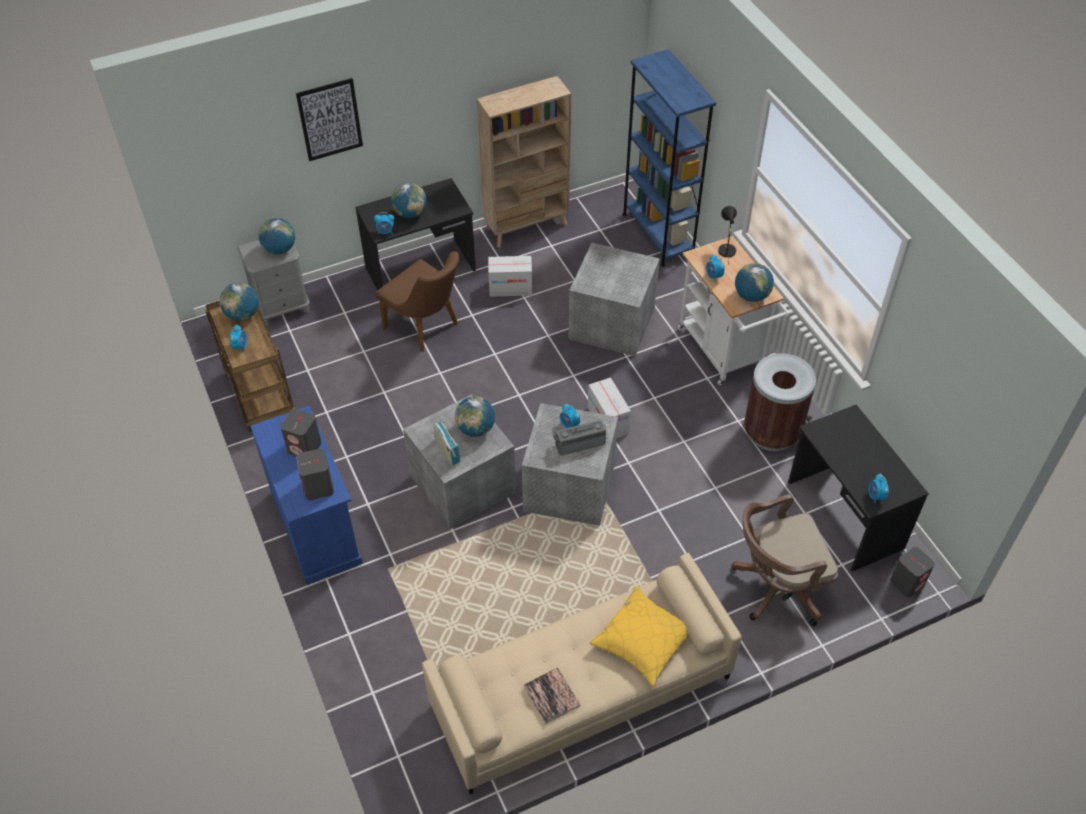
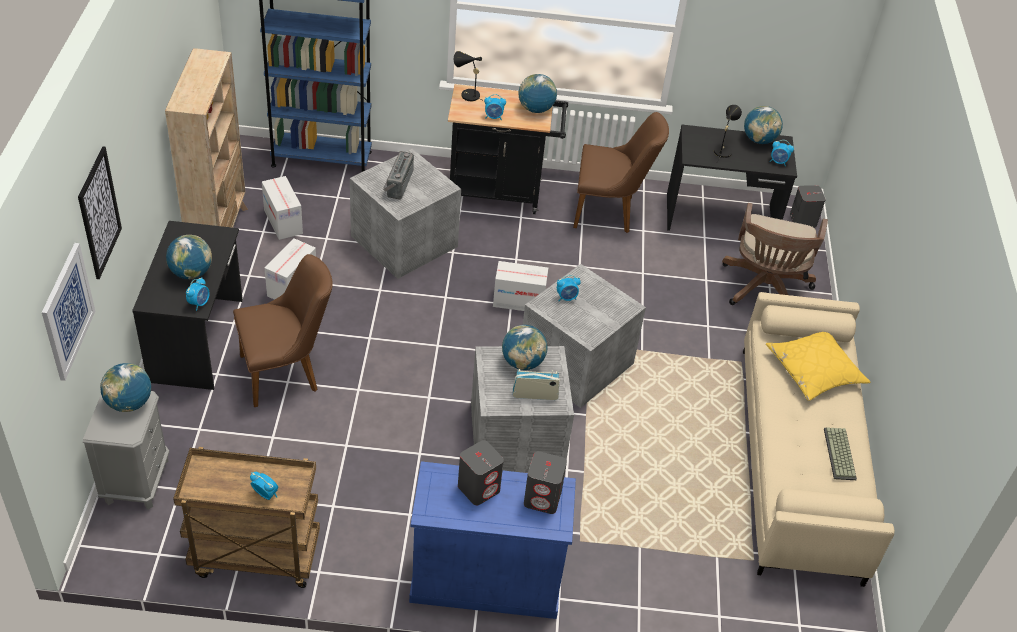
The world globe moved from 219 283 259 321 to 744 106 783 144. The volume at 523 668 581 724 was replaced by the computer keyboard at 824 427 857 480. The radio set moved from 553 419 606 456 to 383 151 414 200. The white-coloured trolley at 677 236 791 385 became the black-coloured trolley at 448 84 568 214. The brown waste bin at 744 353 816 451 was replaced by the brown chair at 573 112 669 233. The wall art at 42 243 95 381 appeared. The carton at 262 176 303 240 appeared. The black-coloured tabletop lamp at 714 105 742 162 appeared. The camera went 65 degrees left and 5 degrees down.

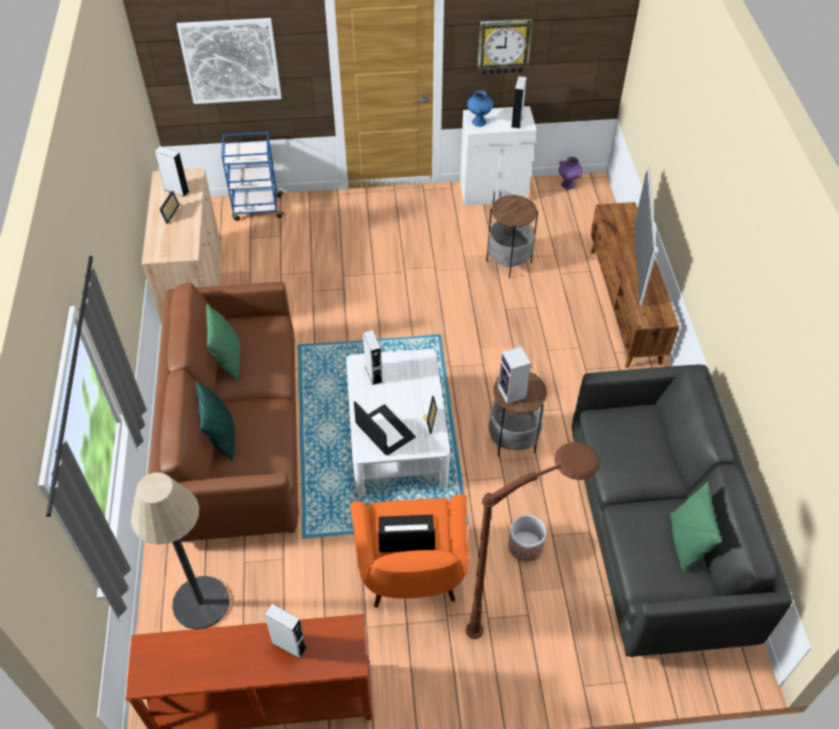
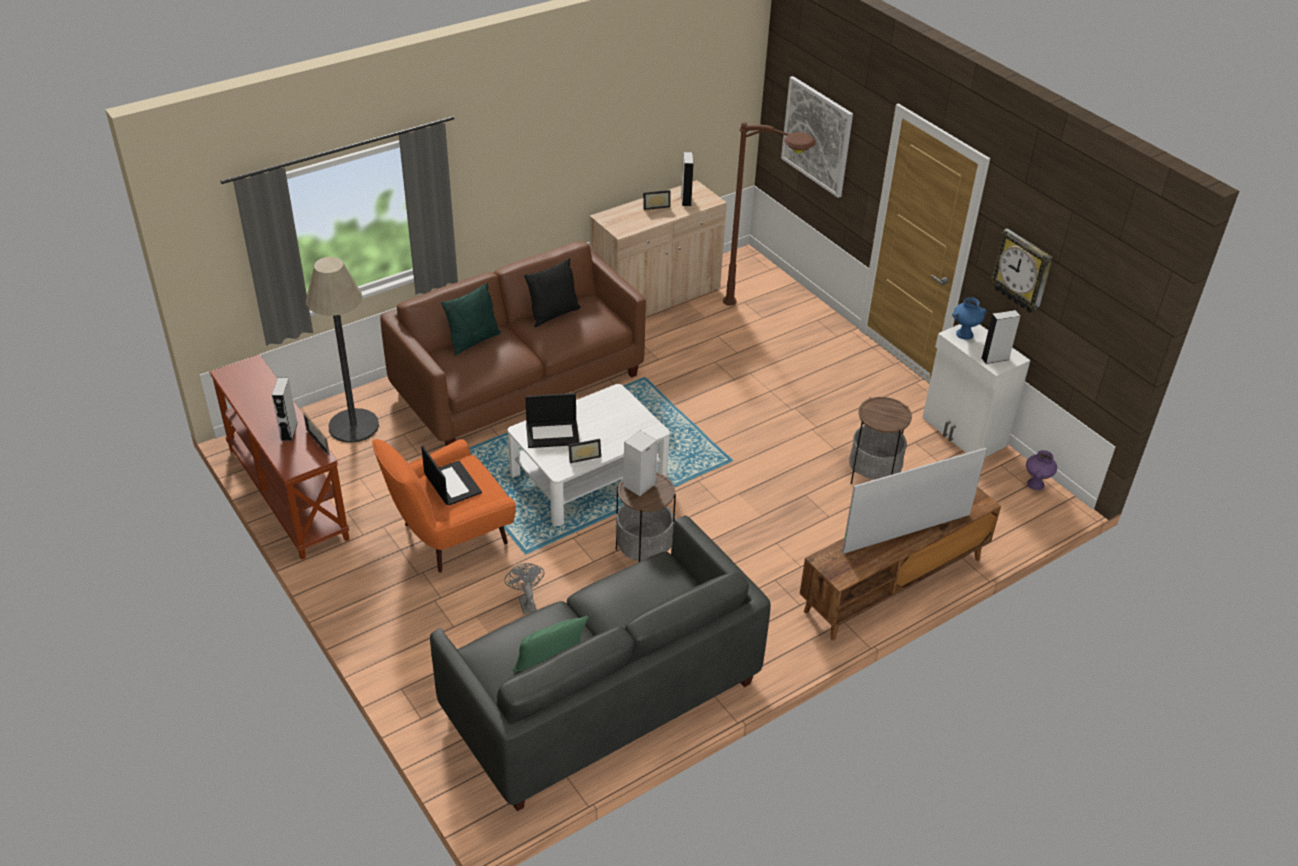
The greenish cushion at 206 303 241 381 became the black-coloured cushion at 524 258 581 327. The bluish trolley at 222 132 284 221 disappeared. The notebook computer at 354 401 416 456 turned 60 degrees clockwise. The greyish audio speaker at 363 330 383 385 disappeared. The brown floor lamp moved from 466 442 600 639 to 723 122 816 306. The plant pot at 508 515 546 562 was replaced by the greyish fan at 504 563 544 614. The picture frame at 303 413 330 456 appeared. The camera went 60 degrees right and 10 degrees down.

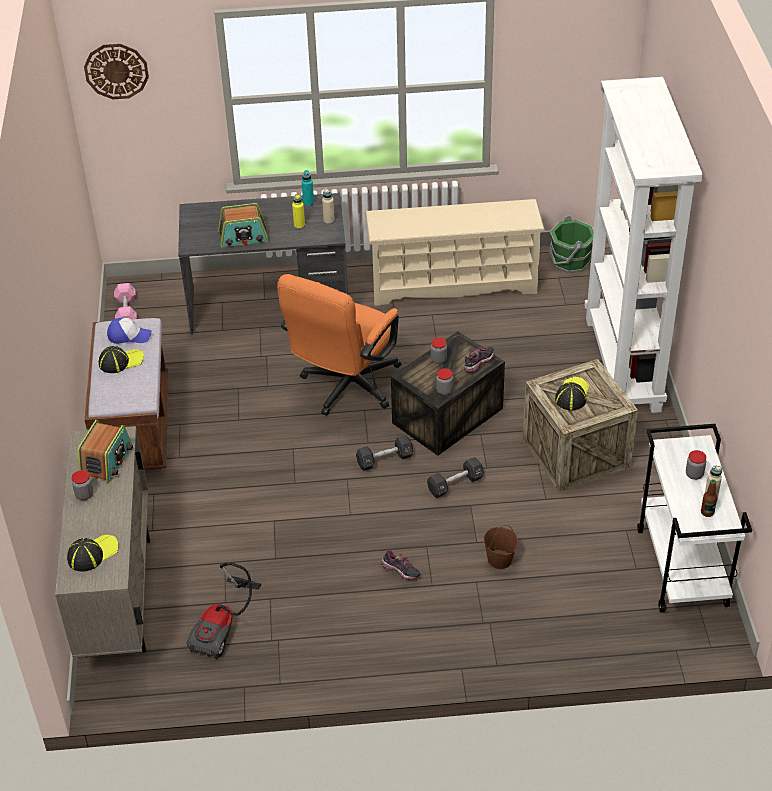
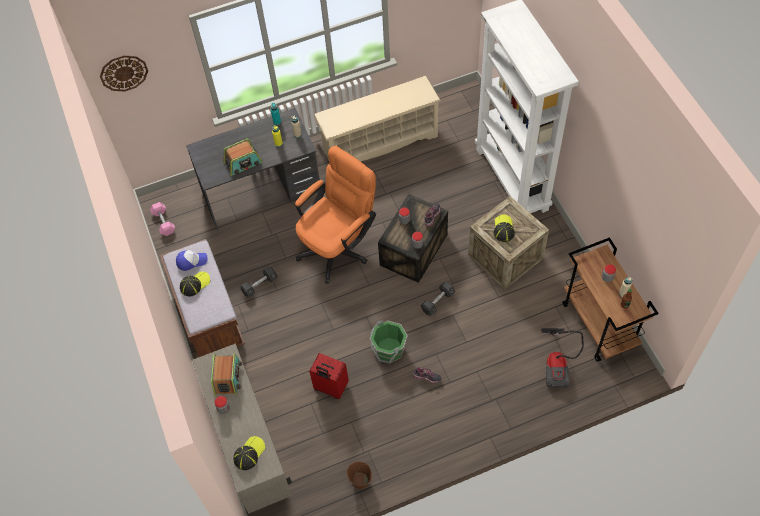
The vacuum cleaner moved from 186 562 261 659 to 541 328 584 388. The orange computer chair at 277 274 402 416 turned 150 degrees counterclockwise. The black-coloured hand weight moved from 356 435 413 471 to 240 267 277 298. The brown water bucket moved from 483 525 518 569 to 347 462 372 489. The greenish water bucket moved from 549 215 594 273 to 370 320 408 363. The white-coloured trolley at 637 424 752 613 became the brown trolley at 562 237 659 362. The reddish piece of luggage at 309 353 349 399 appeared. The camera went 15 degrees left and 15 degrees up.

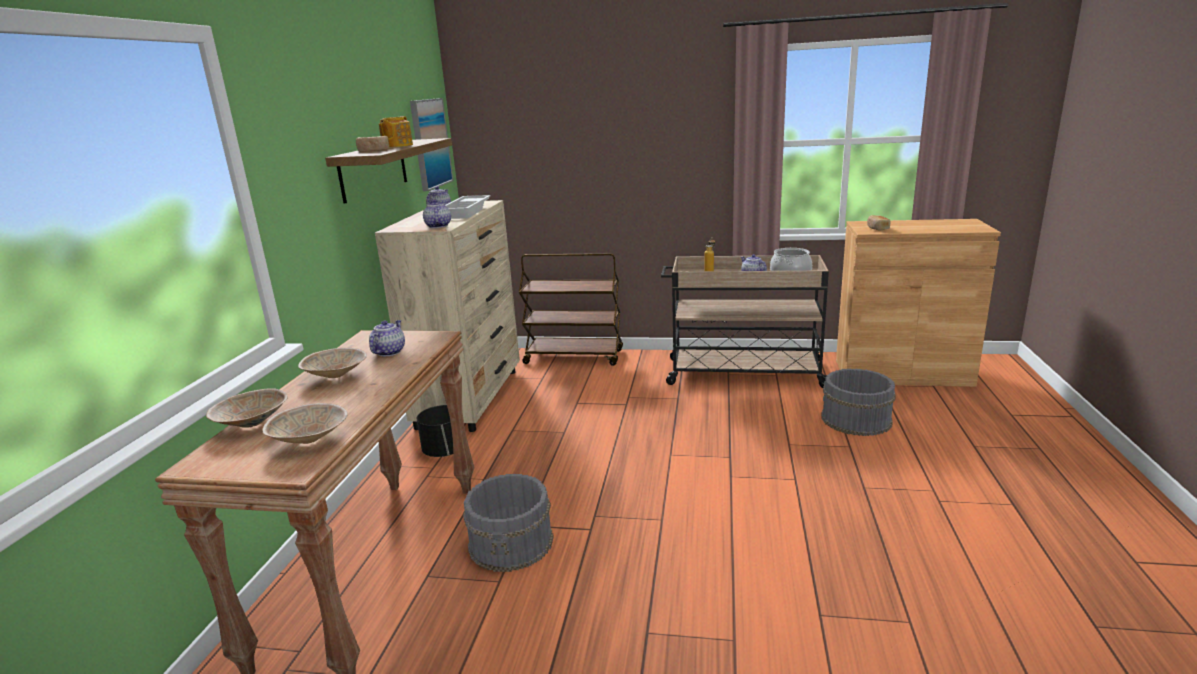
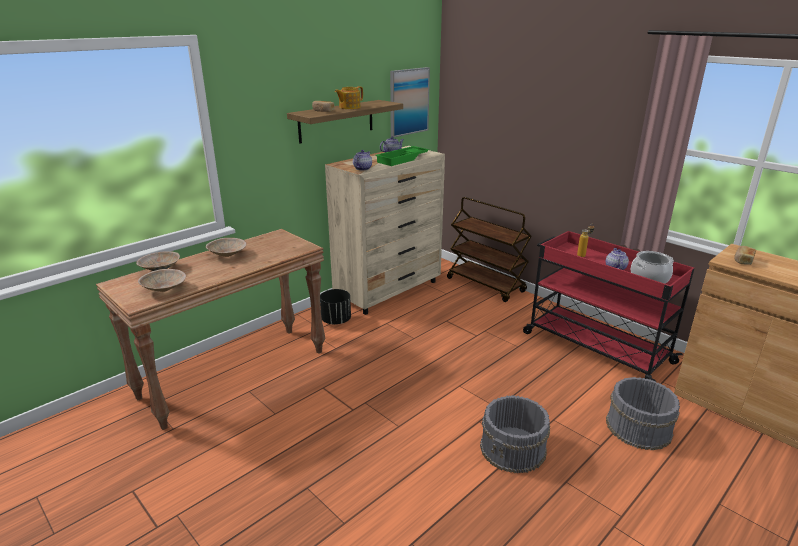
The pot for tea at 369 320 405 356 disappeared. The white-coloured tray at 445 195 491 219 became the greenish tray at 375 146 429 166. The greyish water bucket moved from 463 474 554 572 to 480 395 550 473. The beige-coloured trolley at 661 255 829 388 became the reddish trolley at 523 231 695 382. The camera went 35 degrees right and 5 degrees up.

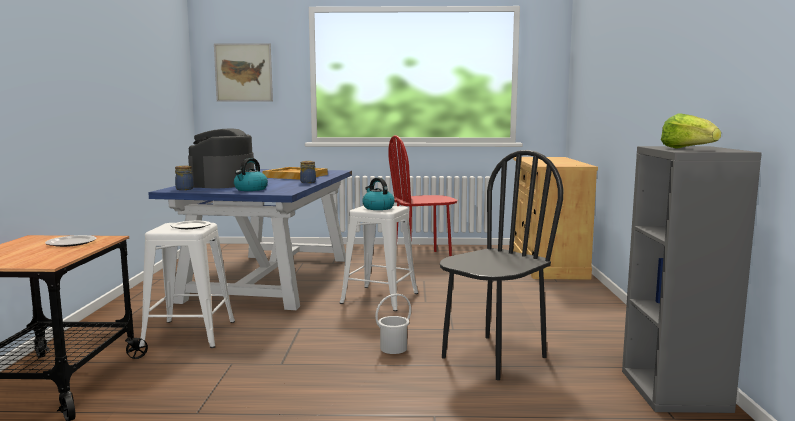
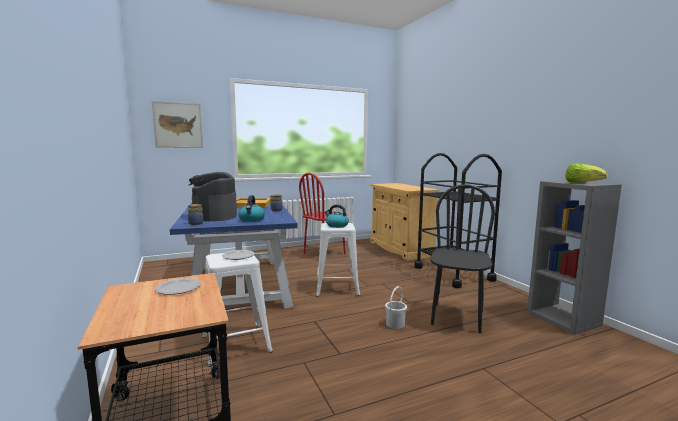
The black-coloured trolley at 415 153 502 288 appeared. The camera went 25 degrees left and 0 degrees up.

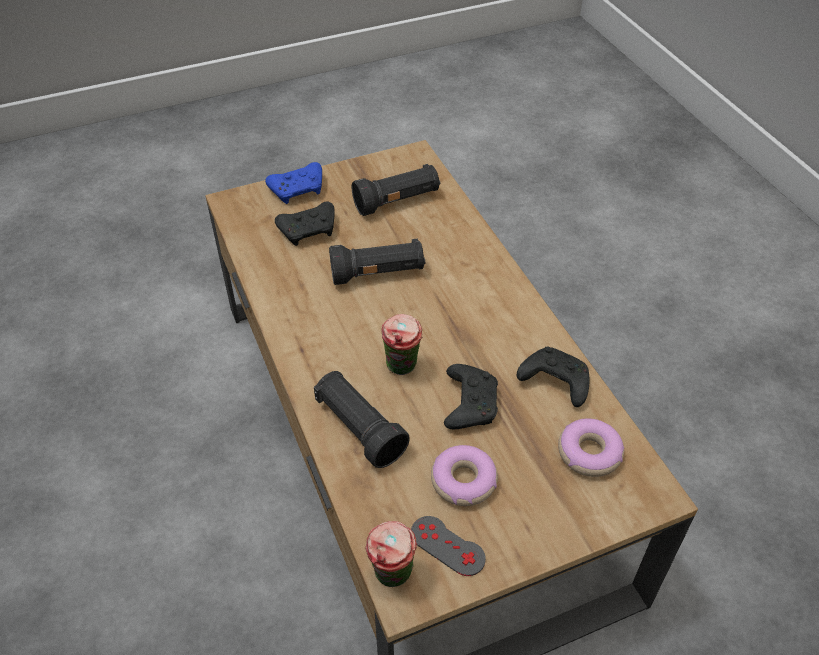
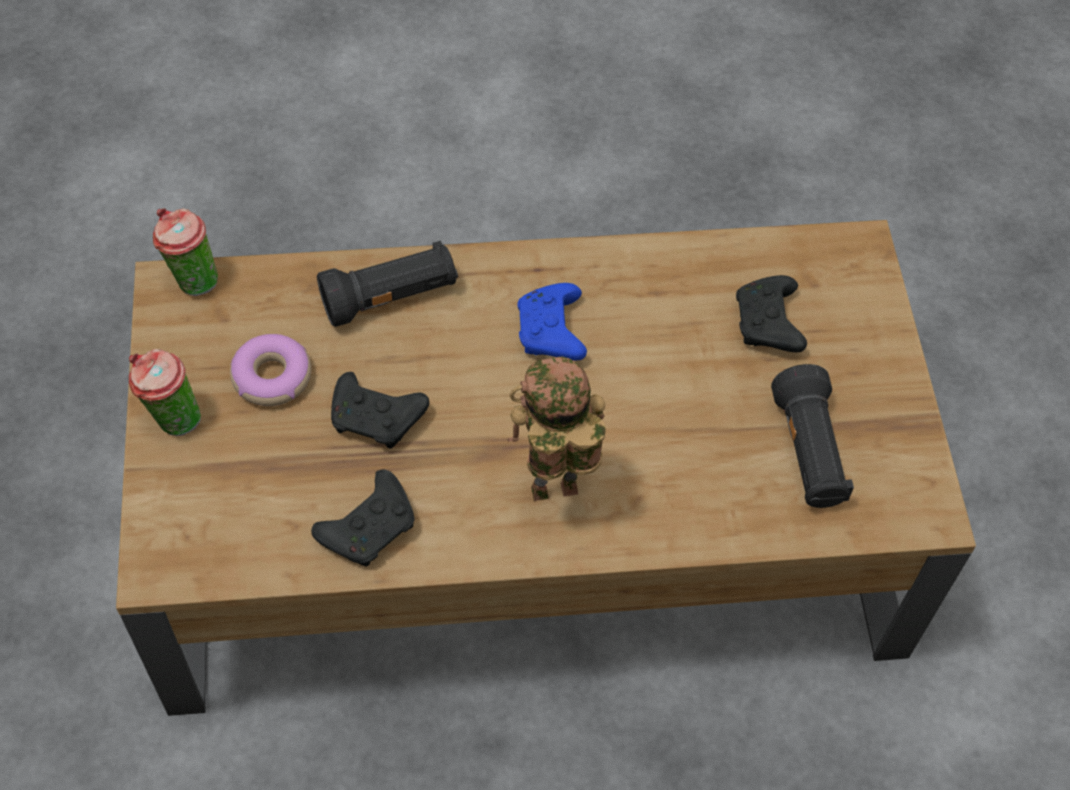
The bluish game controller moved from 265 162 322 204 to 518 283 587 360. The black-coloured torch at 329 239 425 285 disappeared. The cup moved from 381 314 422 375 to 129 349 201 436. The greyish game controller at 411 516 486 576 disappeared. The doughnut at 558 419 624 477 disappeared. The toy robot at 508 357 606 501 appeared. The camera went 105 degrees right and 10 degrees up.

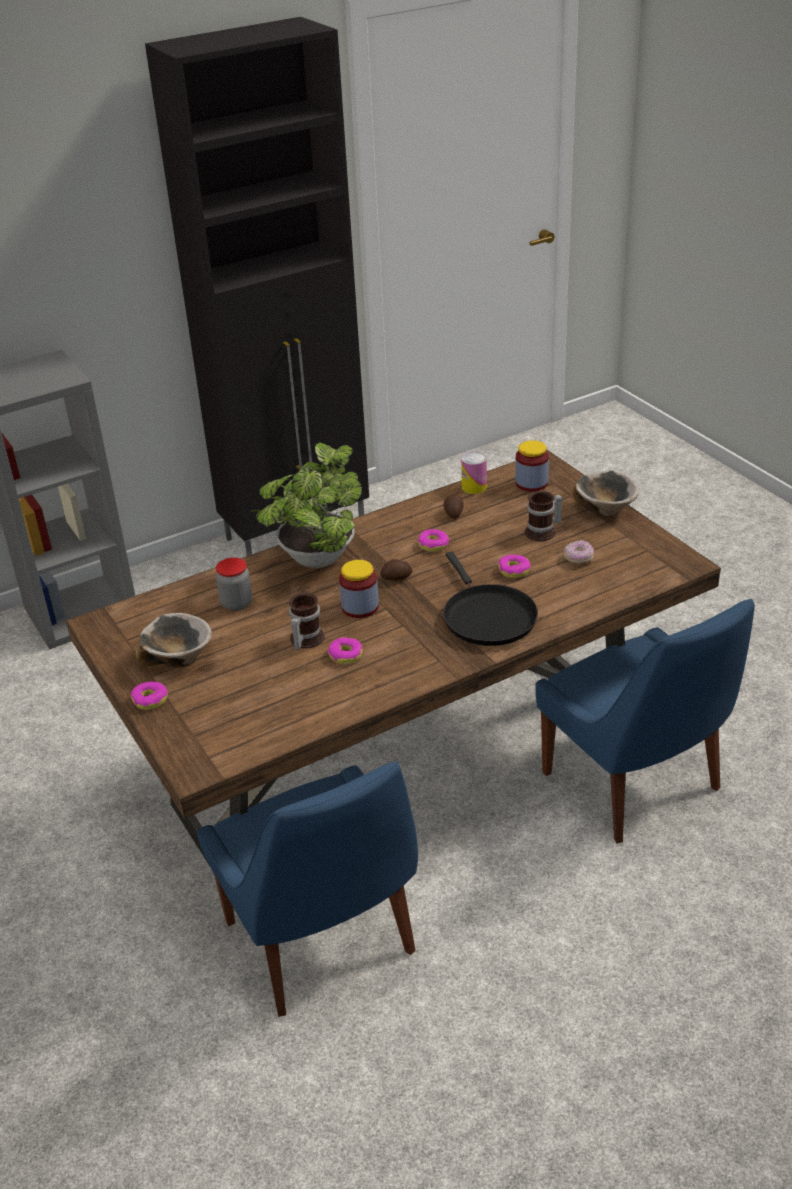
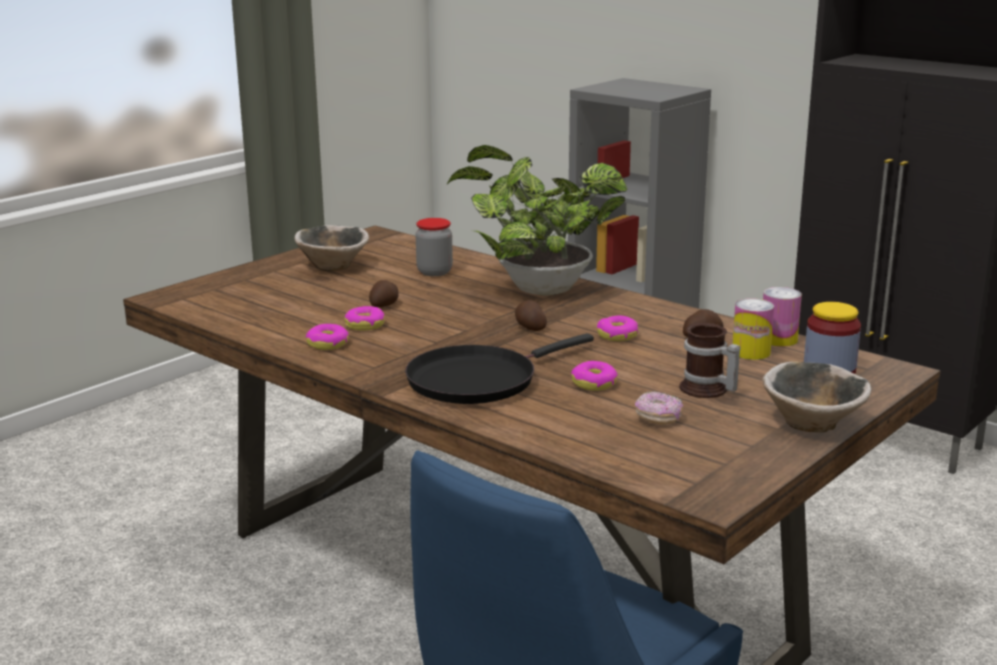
The doughnut moved from 131 682 168 710 to 306 324 349 350. The bluish chair at 197 761 418 1017 disappeared. The coffee mug at 289 593 325 650 was replaced by the potato at 369 280 399 308. The storage jar at 339 560 379 618 disappeared. The can at 732 298 774 360 appeared. The camera went 70 degrees right and 15 degrees down.

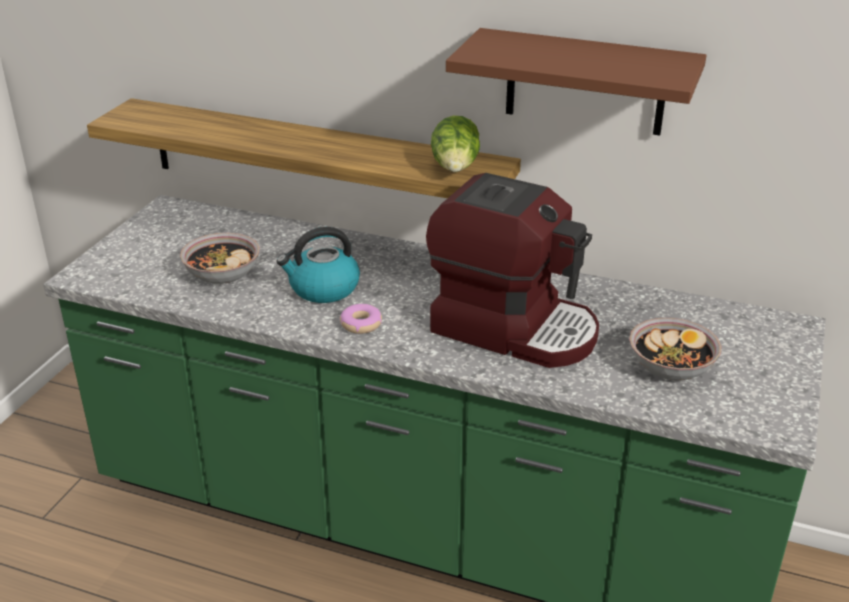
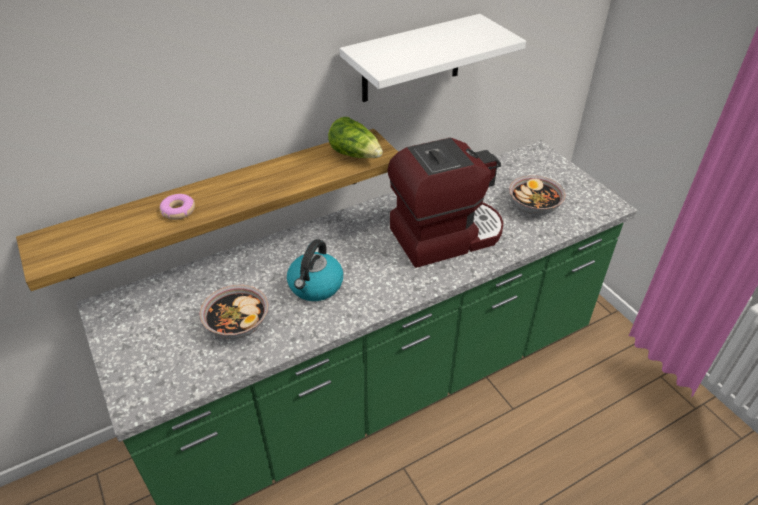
The doughnut moved from 340 304 382 334 to 160 194 195 220. The brown shelf at 446 28 707 136 became the white-coloured shelf at 339 14 526 102. The camera went 50 degrees left and 10 degrees up.

